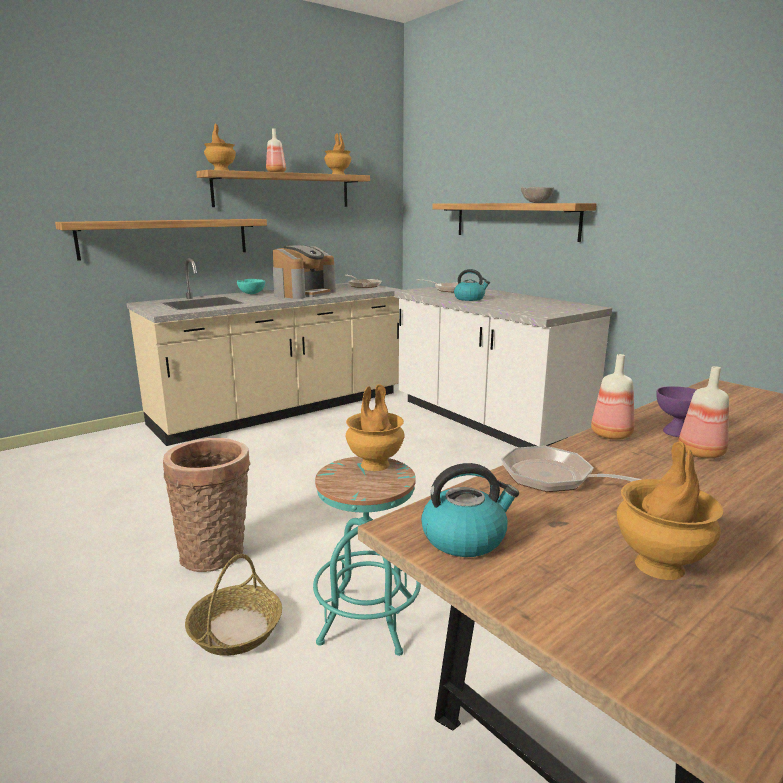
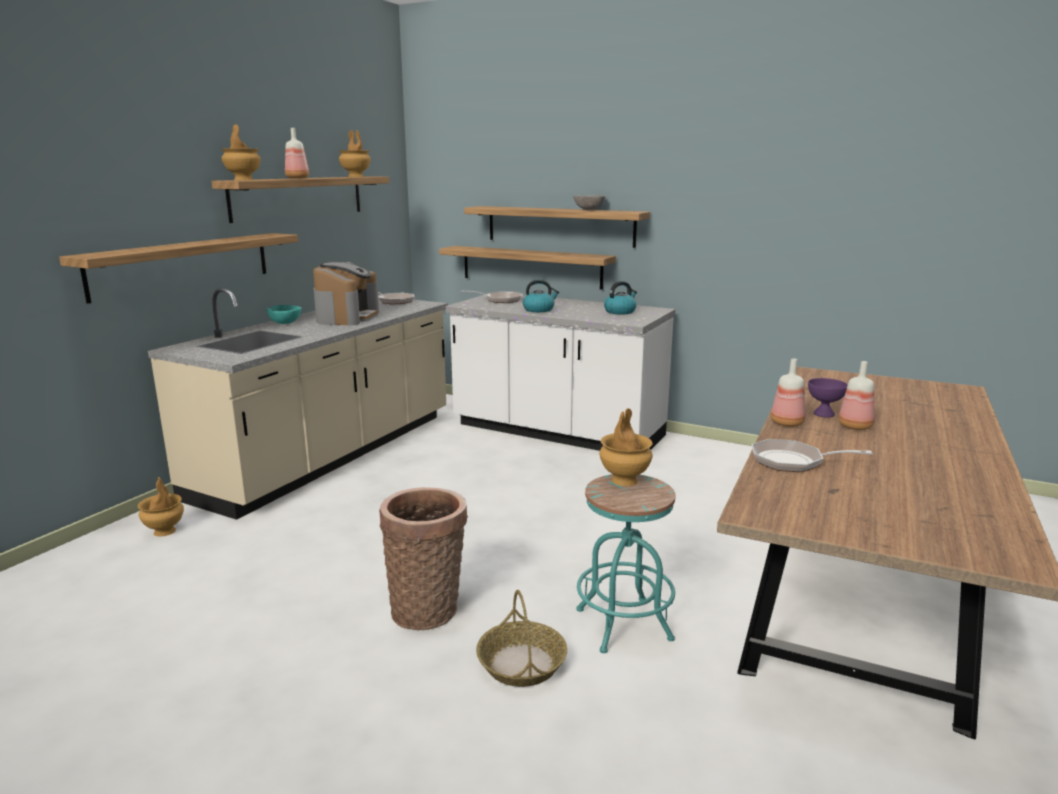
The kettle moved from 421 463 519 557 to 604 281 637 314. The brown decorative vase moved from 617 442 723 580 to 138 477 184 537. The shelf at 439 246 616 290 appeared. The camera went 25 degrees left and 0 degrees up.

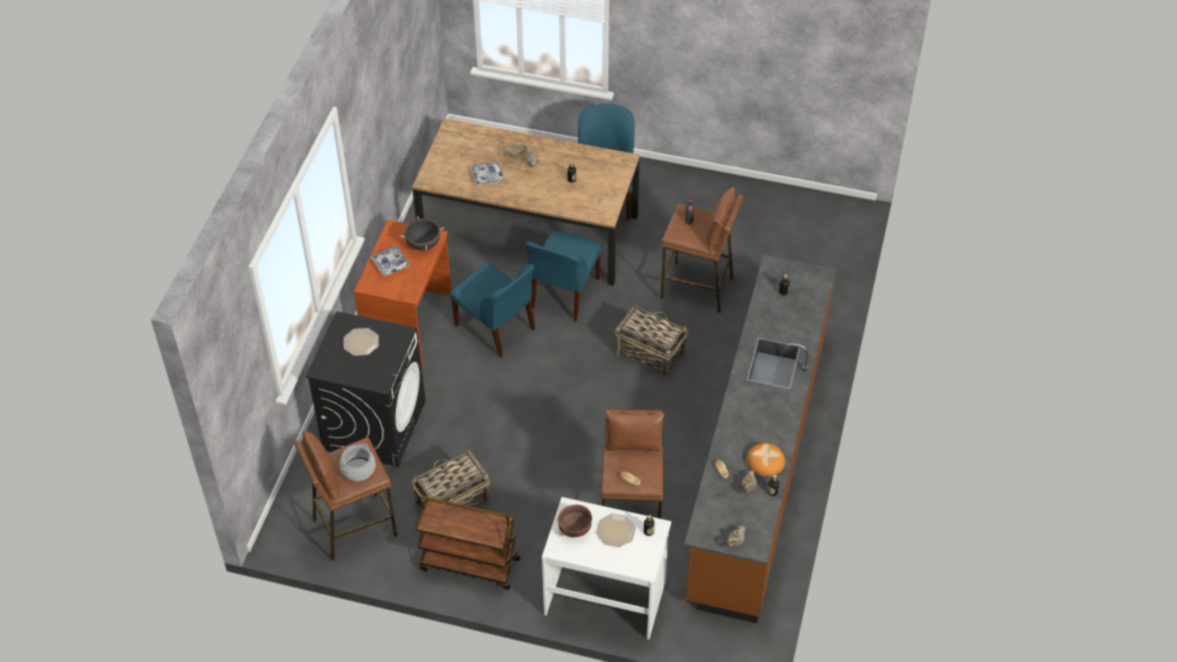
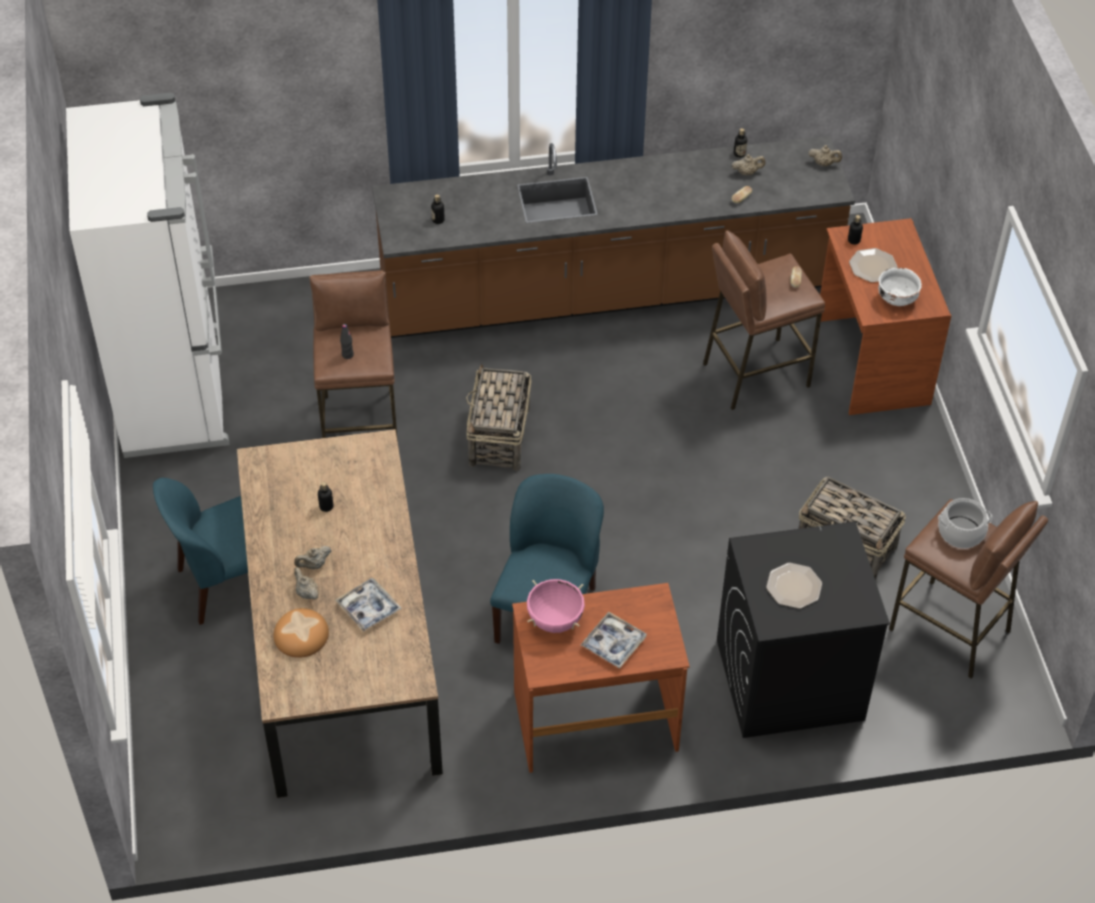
The black-coloured cooking pot at 400 216 444 251 became the pinkish cooking pot at 527 579 585 633. The brown trolley at 415 496 520 590 disappeared. The bluish chair at 526 230 602 321 disappeared. The white-coloured desk table at 542 497 672 640 became the brown desk table at 816 218 951 415. The brown serving bowl at 558 505 592 538 became the white-coloured serving bowl at 878 268 922 306. The bread moved from 747 443 785 477 to 273 608 329 658. The white-coloured kitchen fridge at 66 93 229 458 appeared. The camera went 115 degrees left and 0 degrees up.

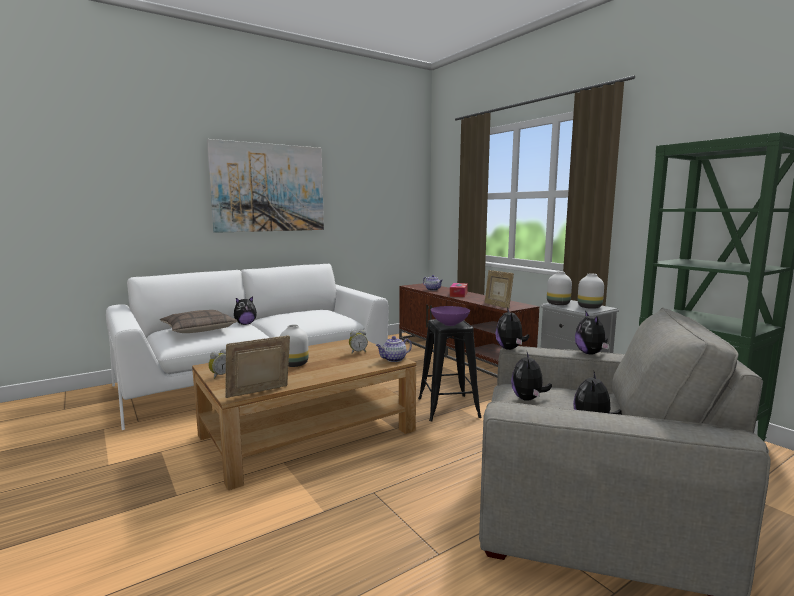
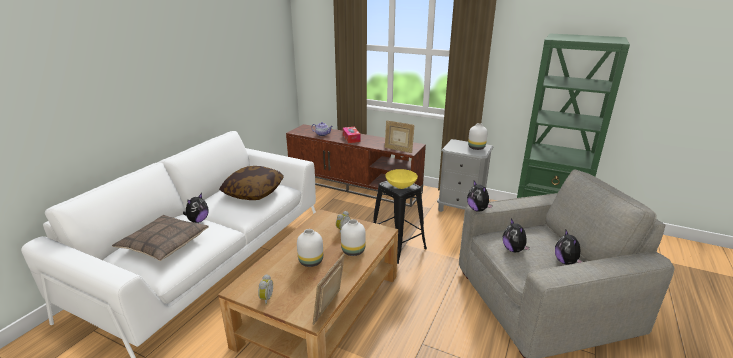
The wall art at 207 139 324 233 disappeared. The pot for tea at 376 336 412 362 disappeared. The purple-coloured serving bowl at 431 306 470 326 became the yellowish serving bowl at 385 169 418 189. The white-coloured decorative vase moved from 547 271 572 305 to 341 219 366 256. The plush toy at 575 311 609 355 disappeared. The cushion at 219 166 284 200 appeared. The camera went 30 degrees left and 15 degrees up.

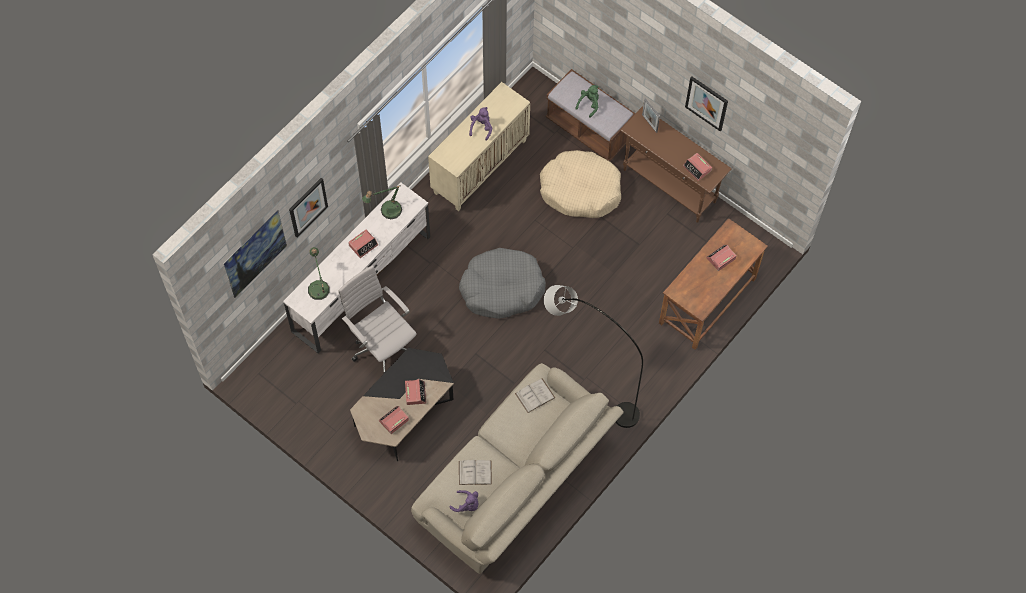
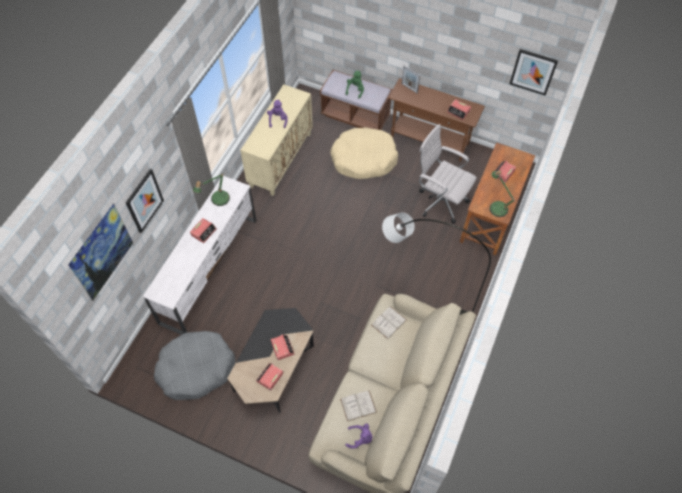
The tabletop lamp moved from 308 247 330 300 to 489 170 515 217. The white-coloured computer chair moved from 339 265 417 373 to 419 124 477 224. The greyish dog bed moved from 459 248 546 319 to 154 331 236 400. The wall art moved from 685 77 728 131 to 510 49 558 96. The camera went 15 degrees left and 5 degrees down.

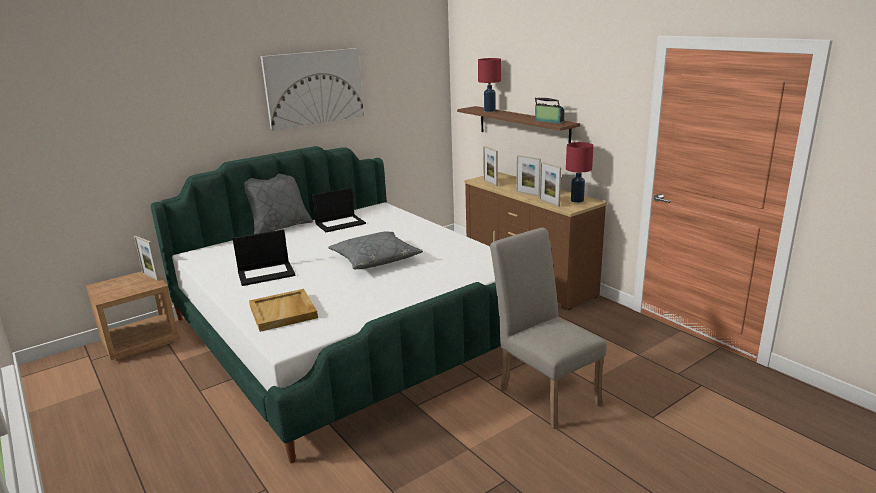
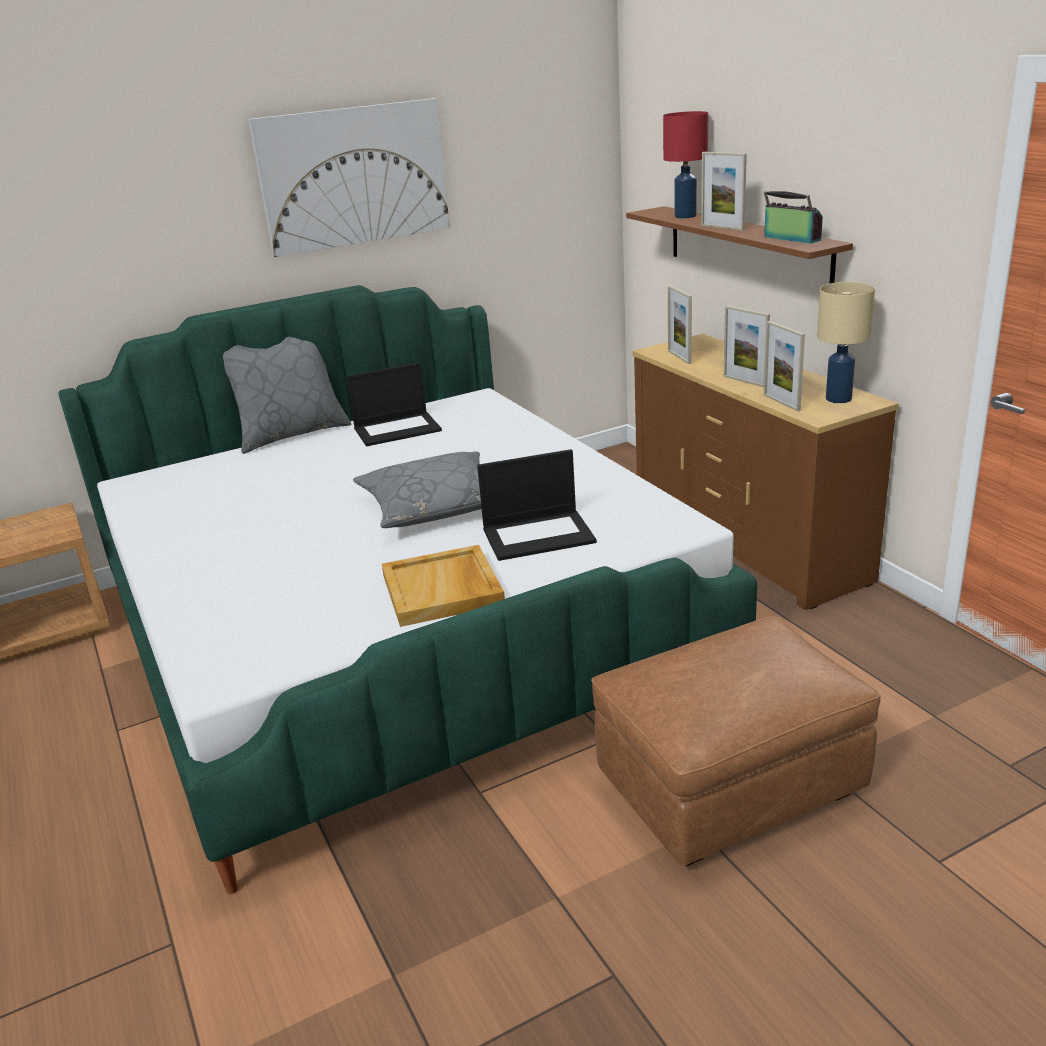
The picture frame moved from 134 236 159 281 to 701 152 747 230. The notebook computer moved from 232 229 295 286 to 477 449 597 561. The beige-coloured tray moved from 249 289 318 332 to 382 545 505 627. The beige-coloured chair at 490 227 607 429 was replaced by the brown ottoman at 591 616 881 866. The reddish tabletop lamp at 566 142 594 203 became the beige-coloured tabletop lamp at 817 282 875 403. The camera went 10 degrees right and 5 degrees up.

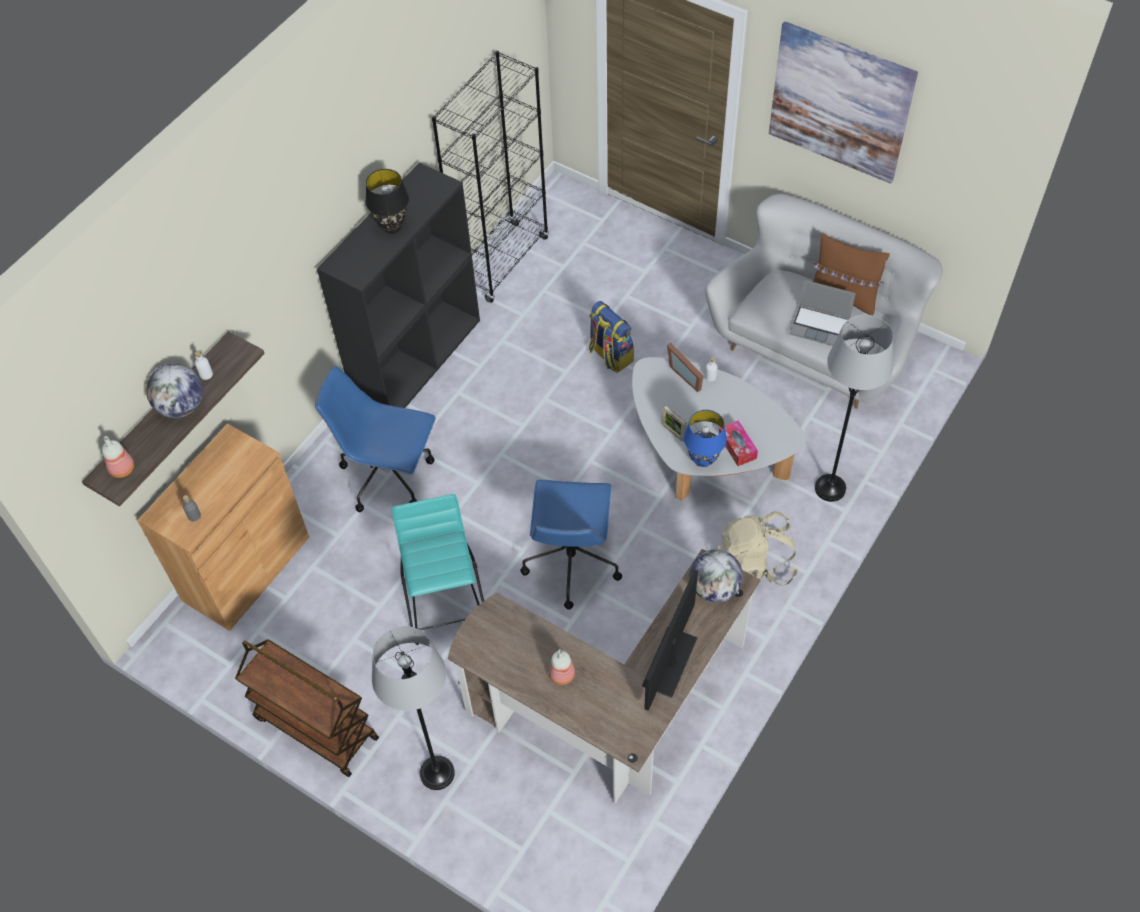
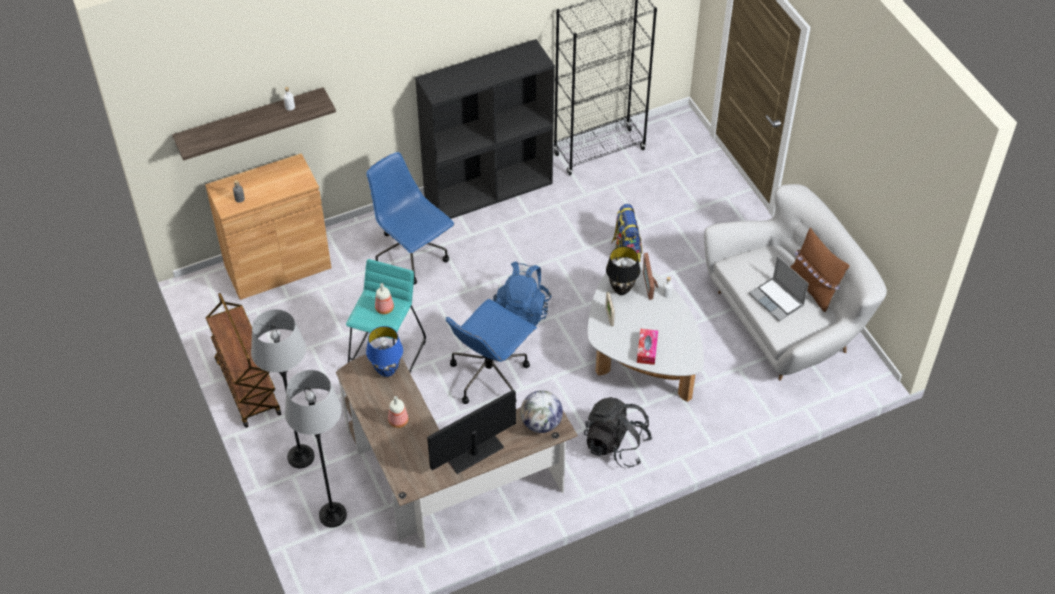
The bottle moved from 102 436 134 478 to 375 283 394 314. The world globe at 146 363 203 418 disappeared. The black-coloured tabletop lamp moved from 365 169 409 234 to 606 246 640 295. The bluish tabletop lamp moved from 684 410 727 467 to 366 326 403 377. The beige-coloured rucksack at 718 511 798 586 became the black-coloured rucksack at 584 397 653 468. The wall art at 769 21 918 184 disappeared. The greyish floor lamp moved from 815 315 893 502 to 285 370 347 527. The bluish rucksack at 493 261 552 326 appeared. The camera went 30 degrees right and 5 degrees down.

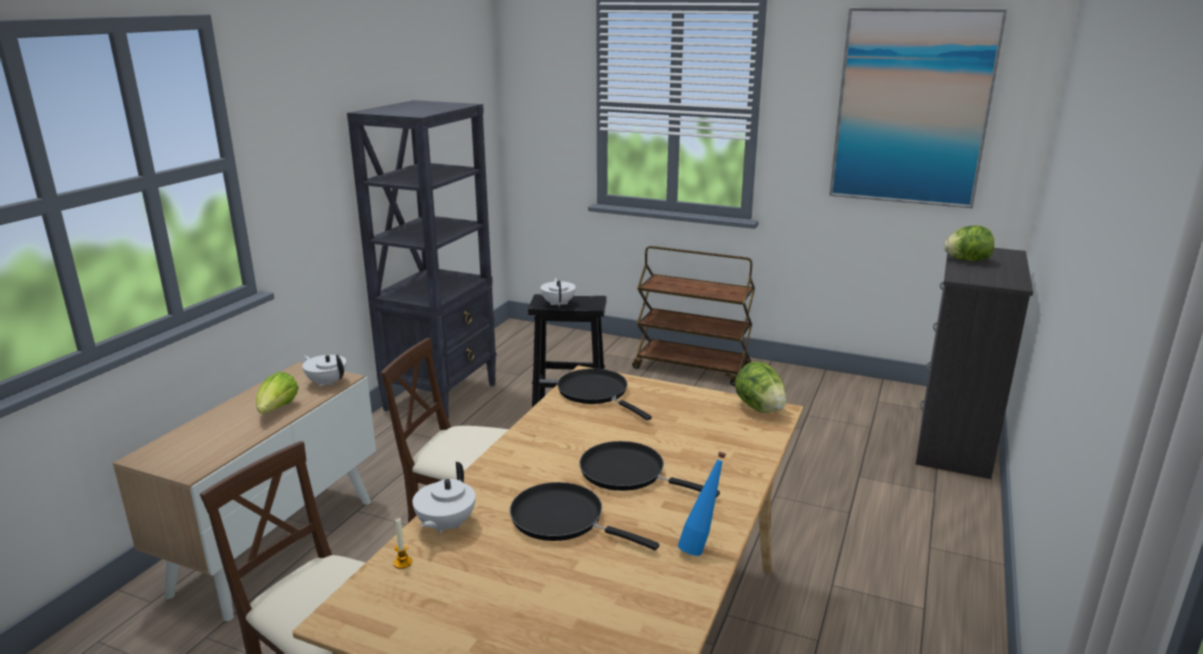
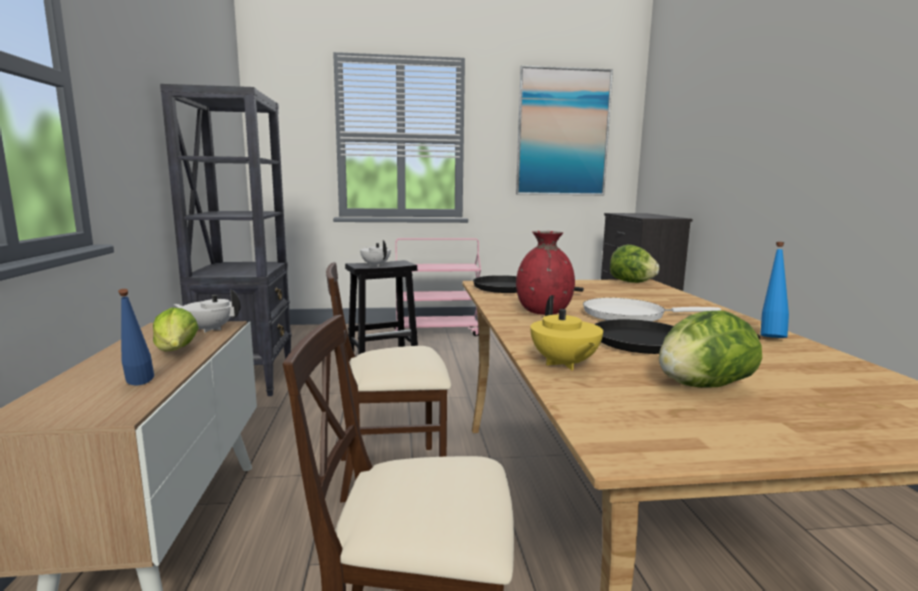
The wax candle at 394 518 412 569 disappeared. The white-coloured pot for tea at 412 462 475 535 became the yellowish pot for tea at 530 295 603 370. The black-coloured skillet at 579 441 720 497 became the white-coloured skillet at 583 298 721 321. The brown trolley at 632 246 755 386 became the pinkish trolley at 394 238 481 336. The lettuce moved from 944 225 994 261 to 659 310 762 388. The bluish bottle at 118 289 154 385 appeared. The reddish decorative vase at 516 231 575 315 appeared. The camera went 30 degrees left and 10 degrees down.

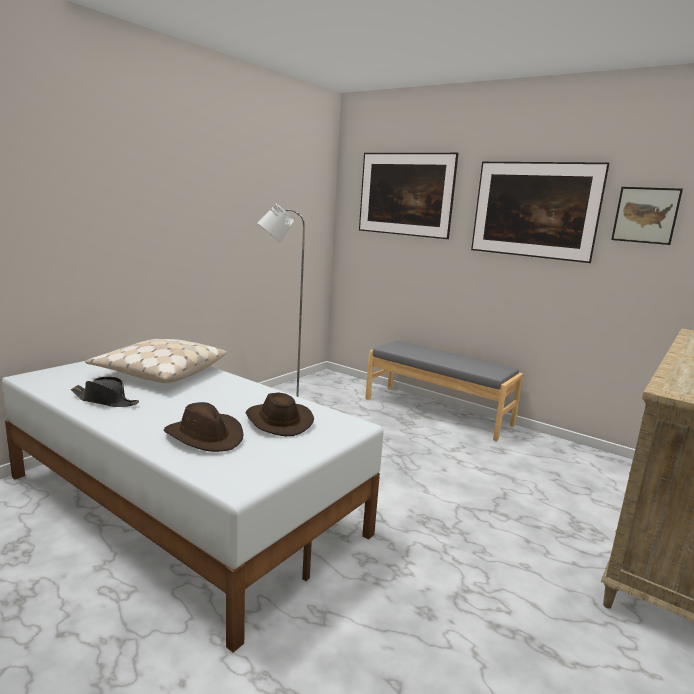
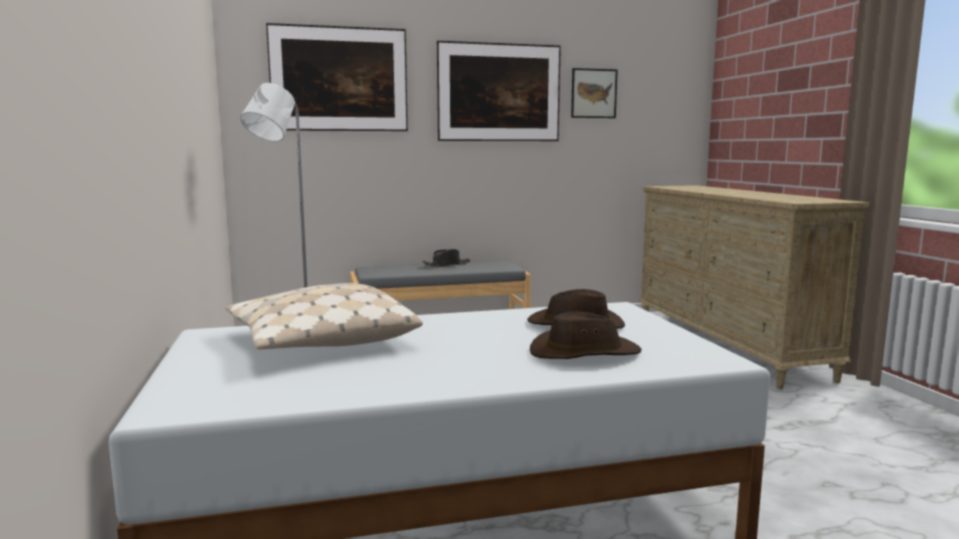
The black-coloured clothing hat moved from 71 377 139 407 to 422 249 471 267. The camera went 50 degrees left and 5 degrees down.

